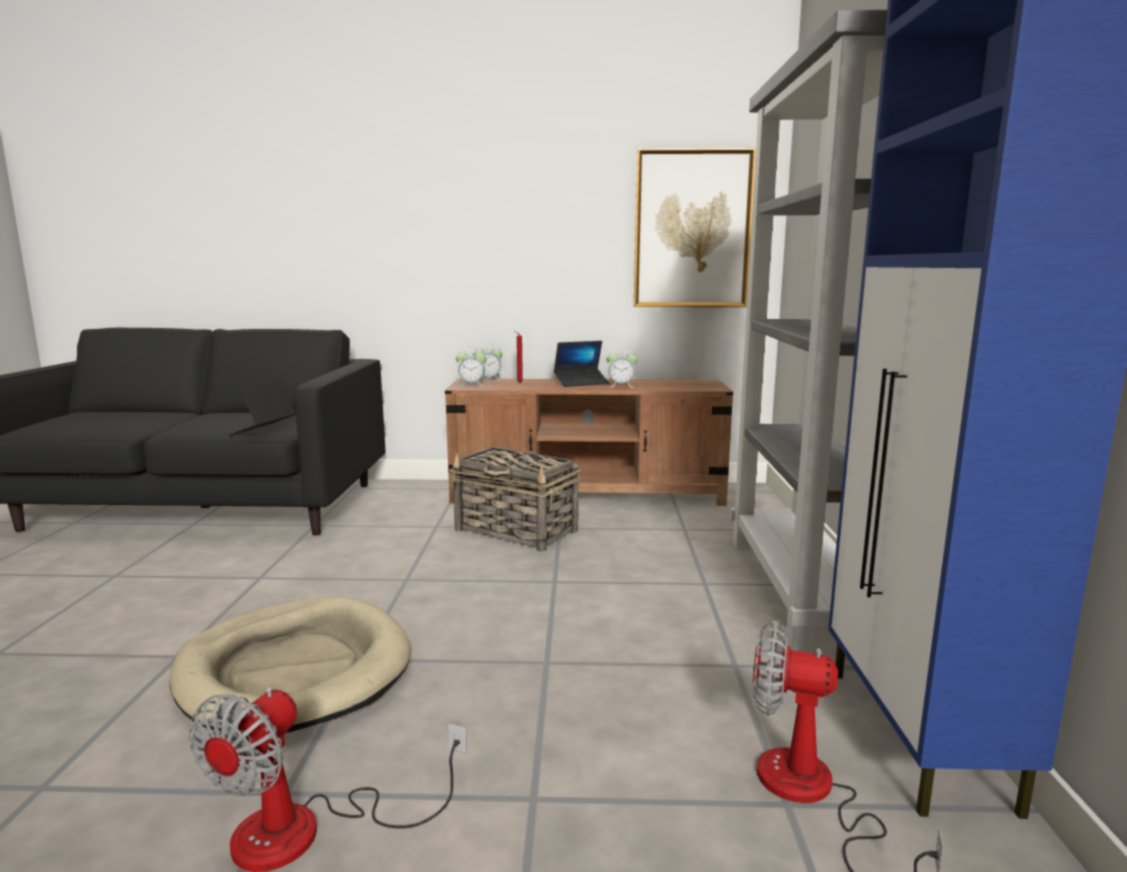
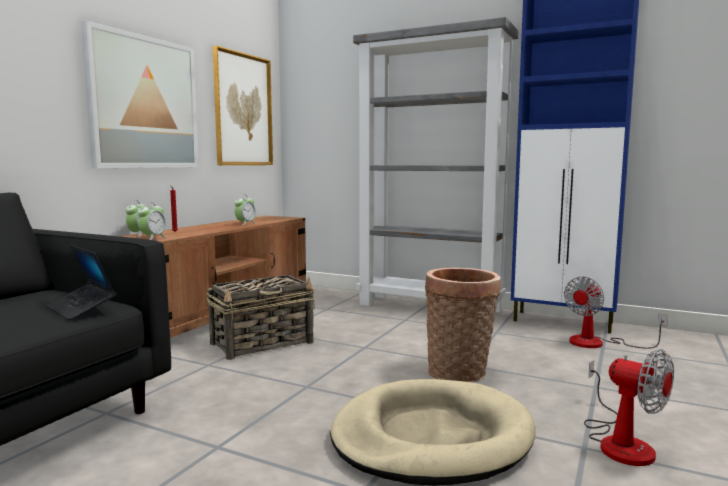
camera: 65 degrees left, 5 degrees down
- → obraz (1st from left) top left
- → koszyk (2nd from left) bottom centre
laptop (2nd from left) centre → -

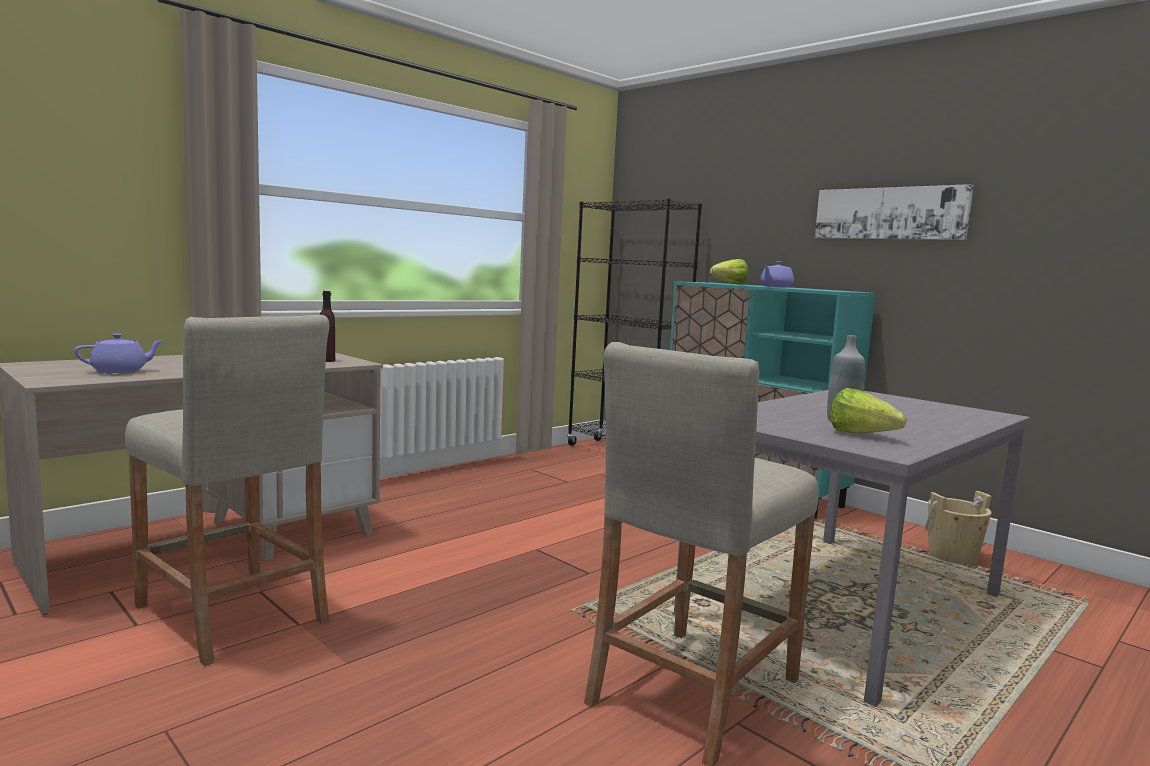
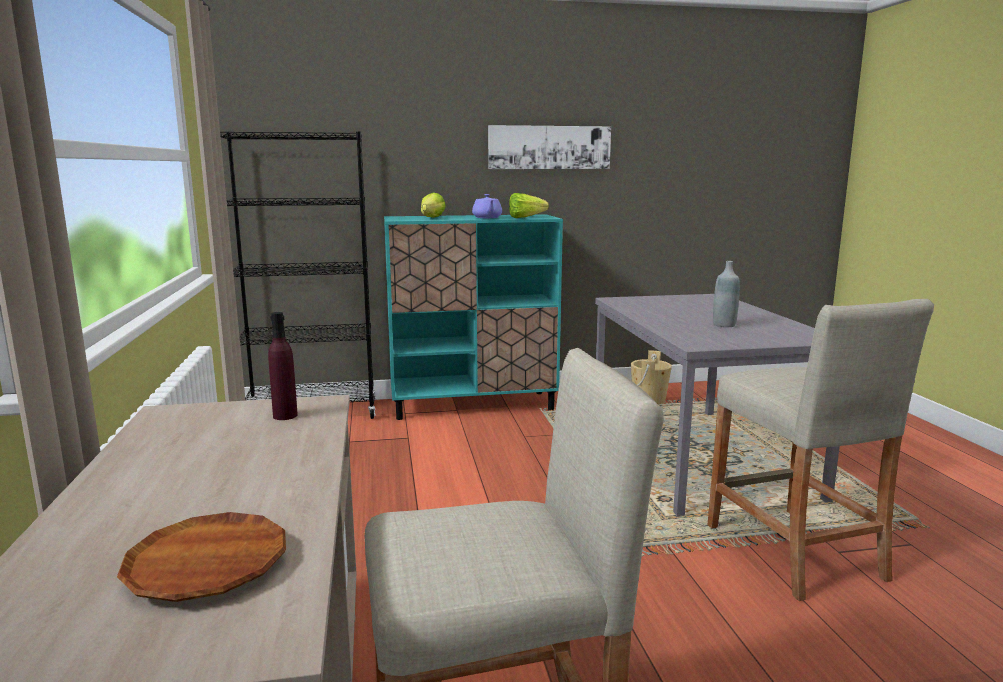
camera: 55 degrees left, 5 degrees up
imbryk [fioletowy] (1st from left) middle left → talerz [brązowy] bottom left
sałata (2nd from left) middle right → sałata (2nd from left) top centre, moved

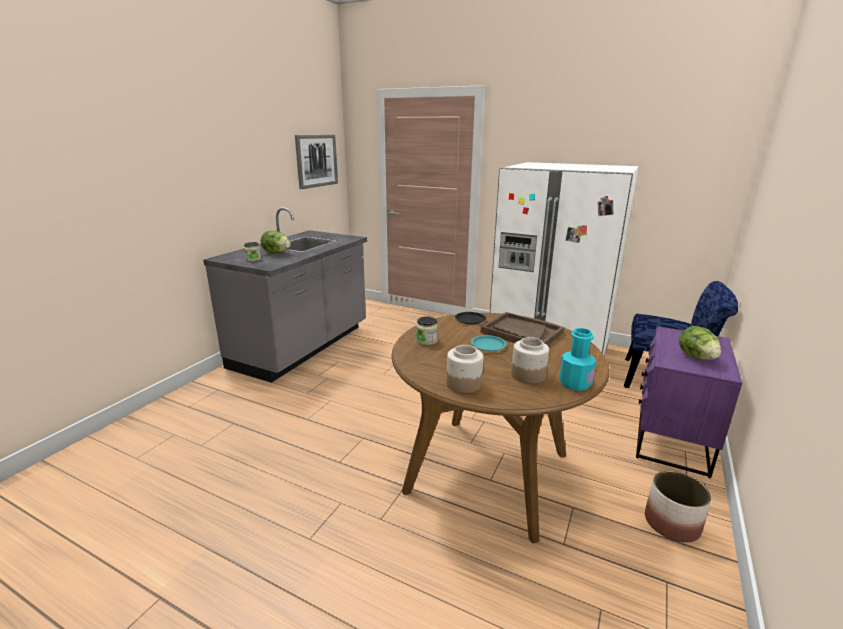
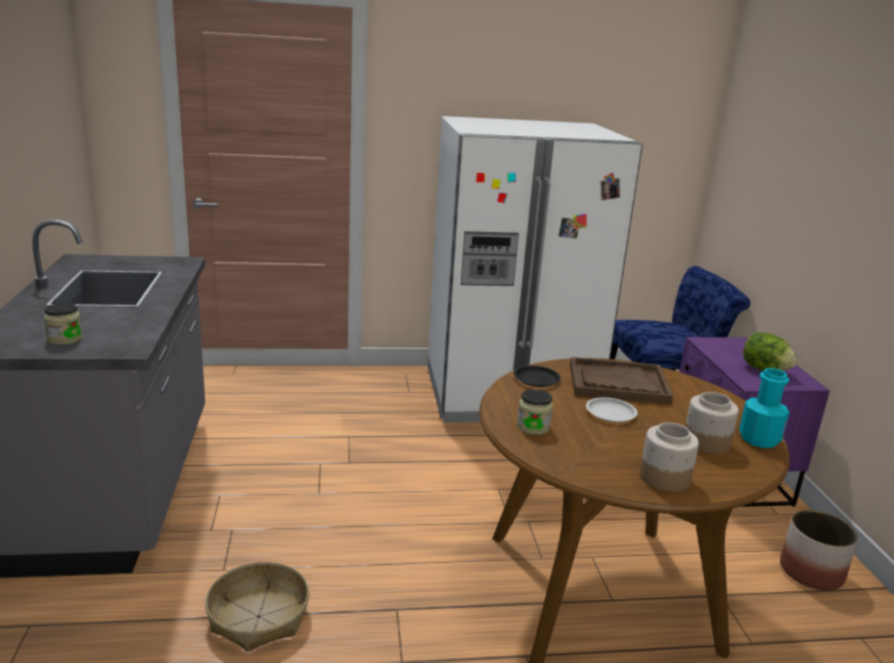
camera: 35 degrees left, 0 degrees up
- → koszyk bottom left
talerz [turkusowy] centre → talerz [biały] middle right
sałata (1st from left) middle left → -
obraz top centre → -

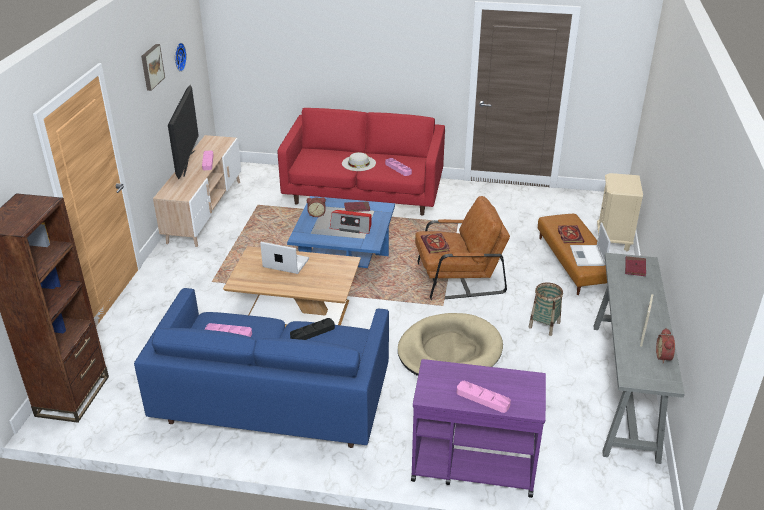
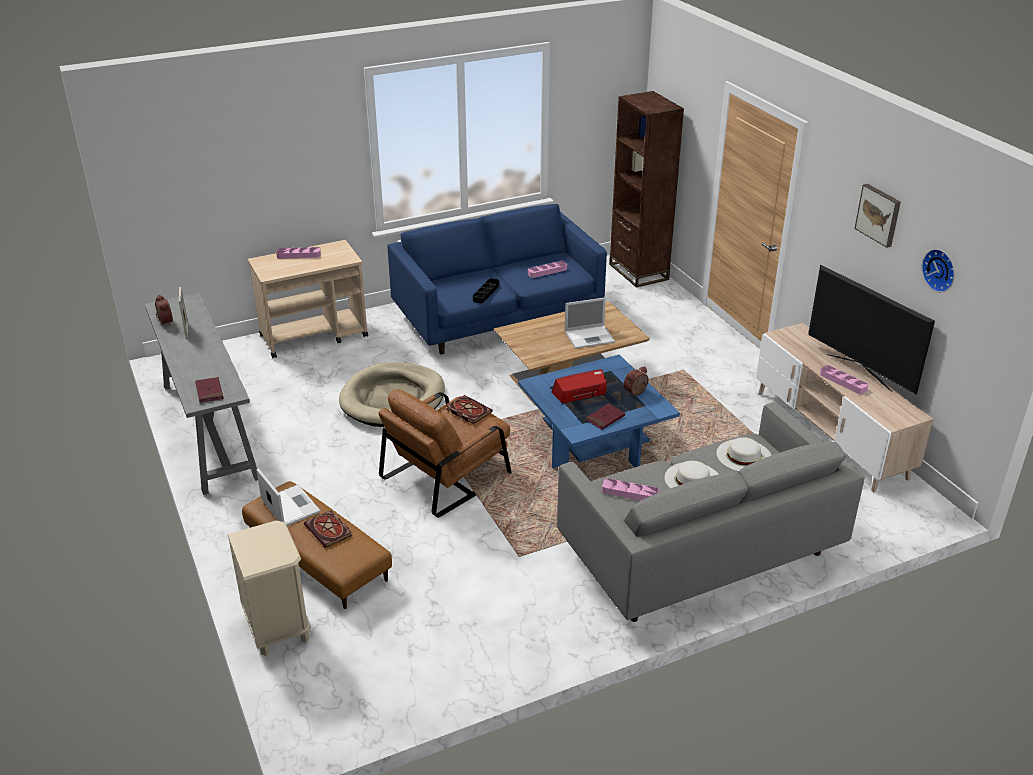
camera: 145 degrees right, 0 degrees up
wózek [fioletowy] bottom centre → wózek [beżowy] middle left
kanapa [czerwony] top centre → kanapa [szary] middle right
- → kapelusz [biały] (2nd from left) middle right
koszyk middle right → -

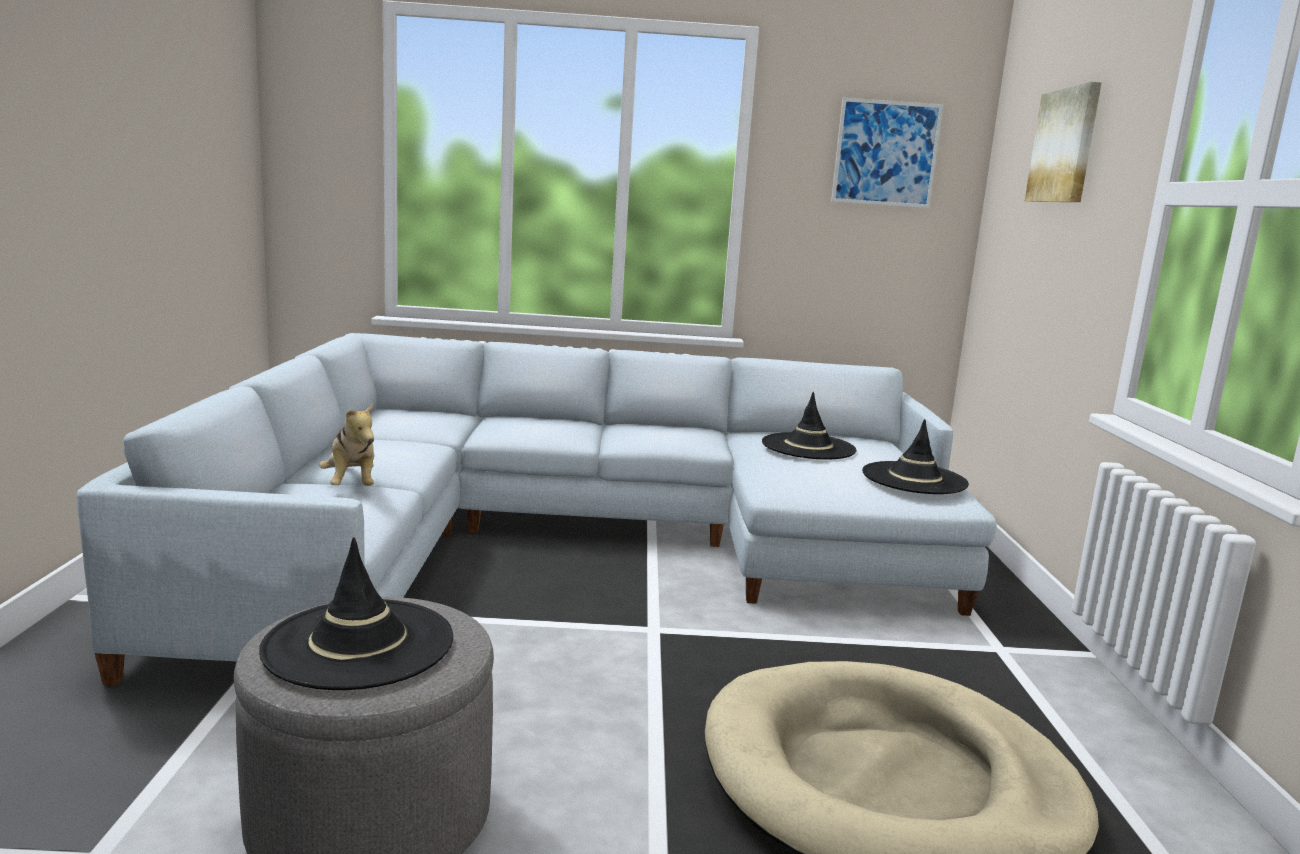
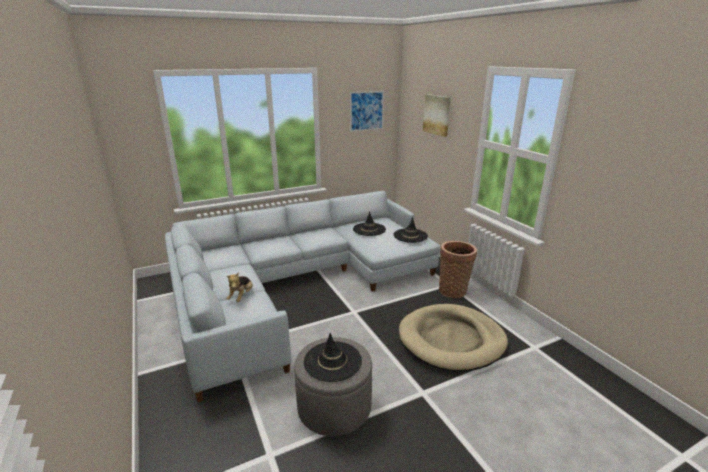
camera: 25 degrees left, 10 degrees up
pluszak middle left → pluszak centre, 60 degrees clockwise
- → koszyk centre

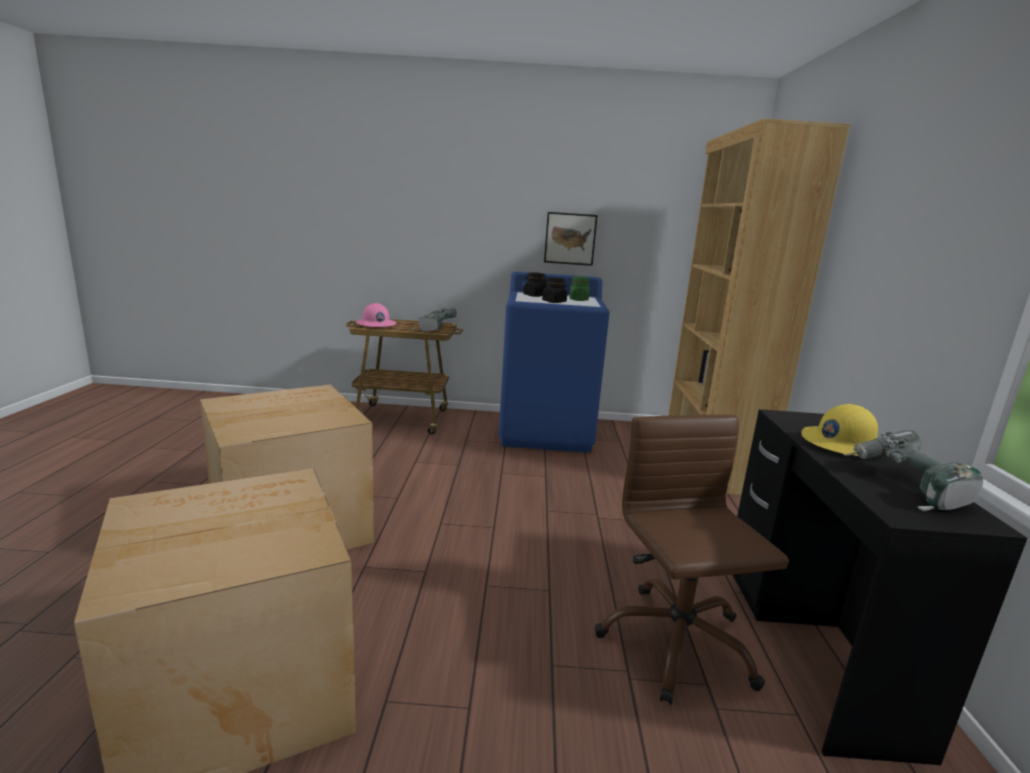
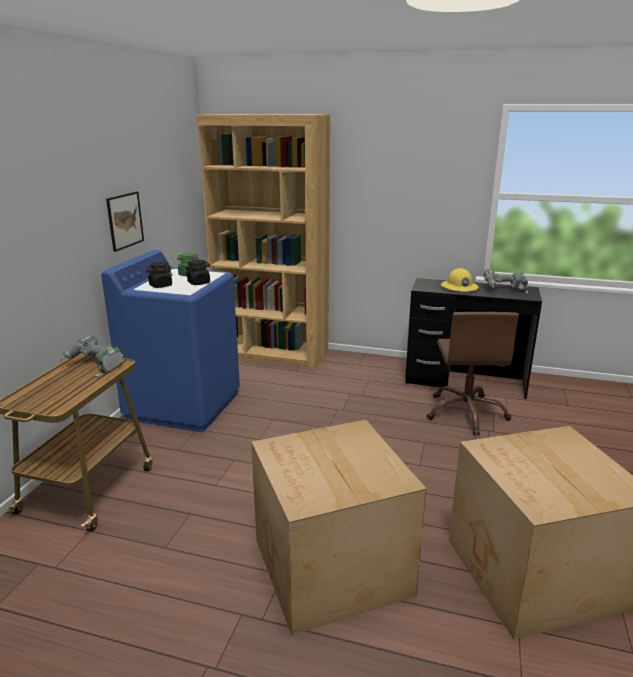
camera: 75 degrees left, 5 degrees up
krzesło biurowe [brązowy] bottom right → krzesło biurowe [brązowy] middle right, 90 degrees counterclockwise
kask [różowy] centre → -

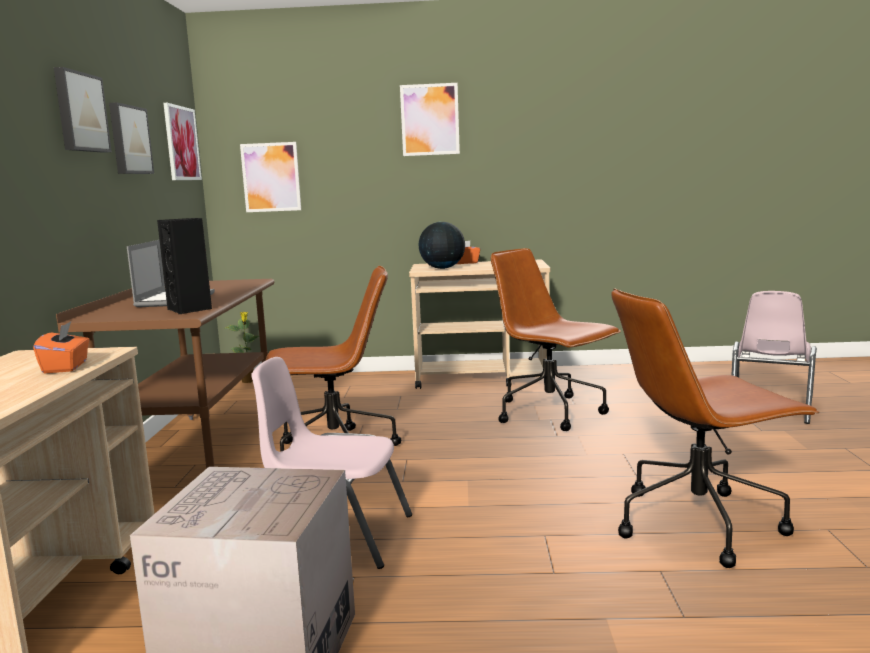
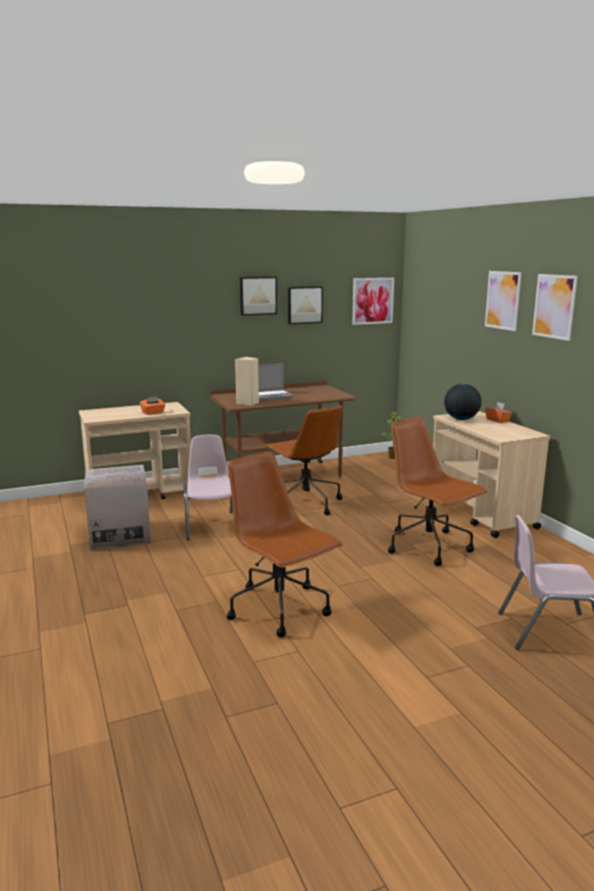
camera: 65 degrees right, 5 degrees up
głośnik [czarny] middle left → głośnik [beżowy] centre
krzesło biurowe [brązowy] (2nd from left in the first image) centre → krzesło biurowe [brązowy] (3rd from left) middle right, 60 degrees counterclockwise
obraz (4th from left in the first image) top left → obraz (5th from left) middle right, moved

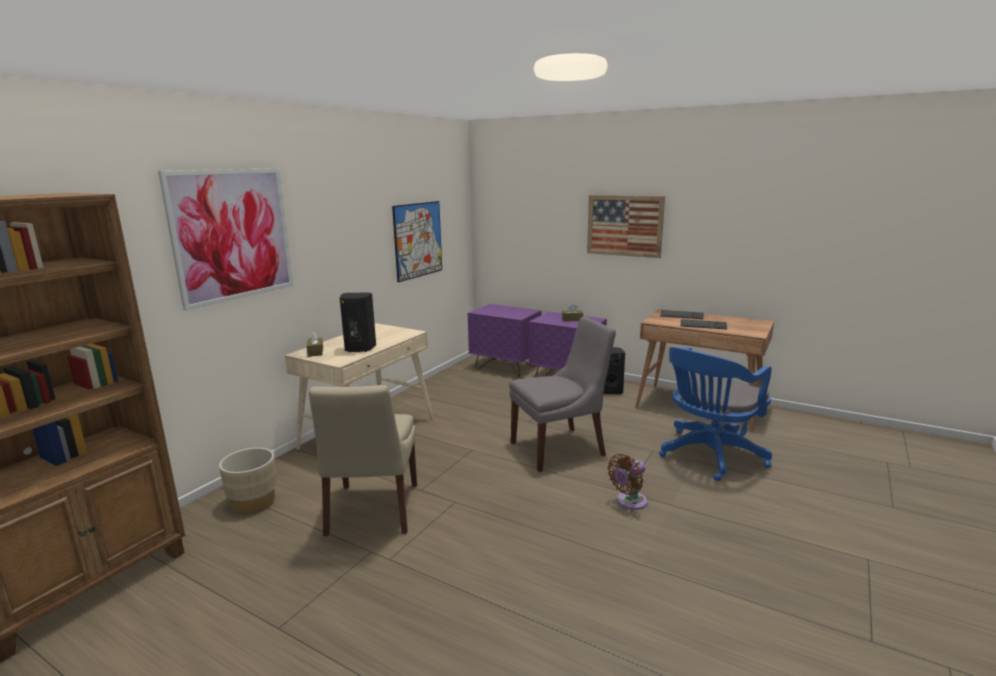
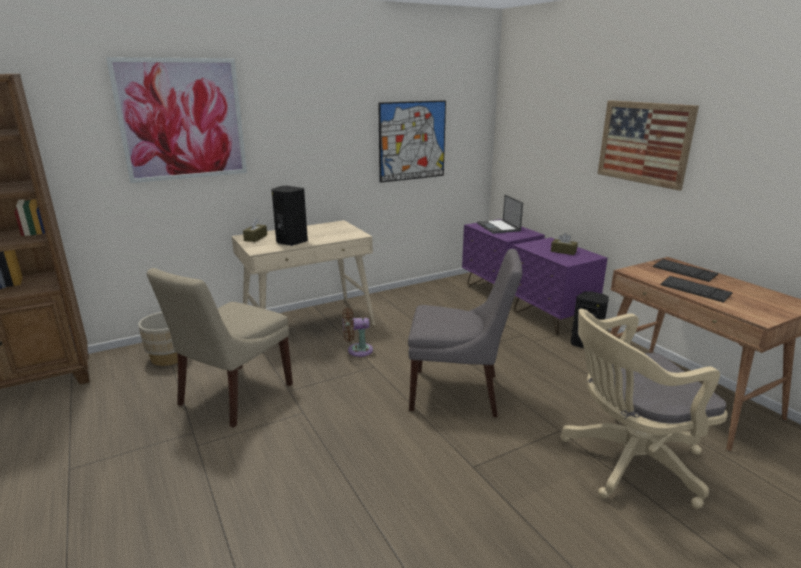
camera: 30 degrees right, 5 degrees up
wentylator [brązowy] bottom centre → wentylator [brązowy] centre, moved
- → laptop centre
krzesło biurowe [niebieski] middle right → krzesło biurowe [beżowy] bottom right

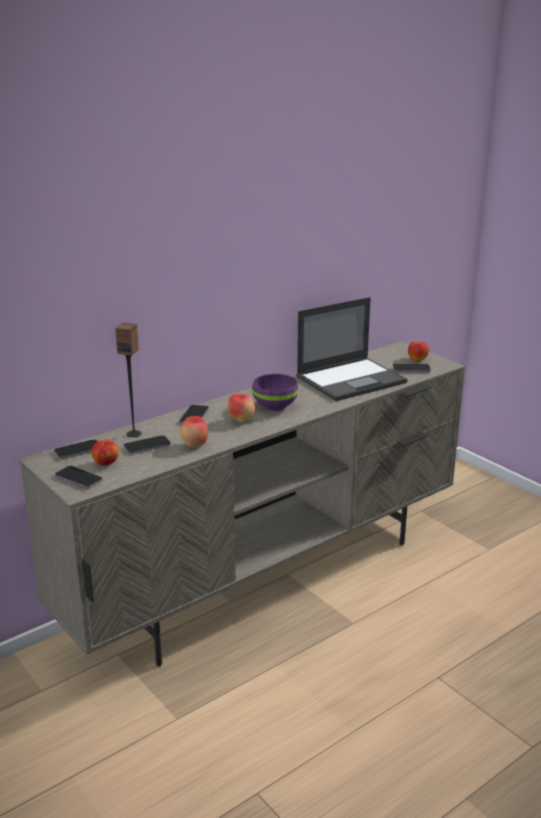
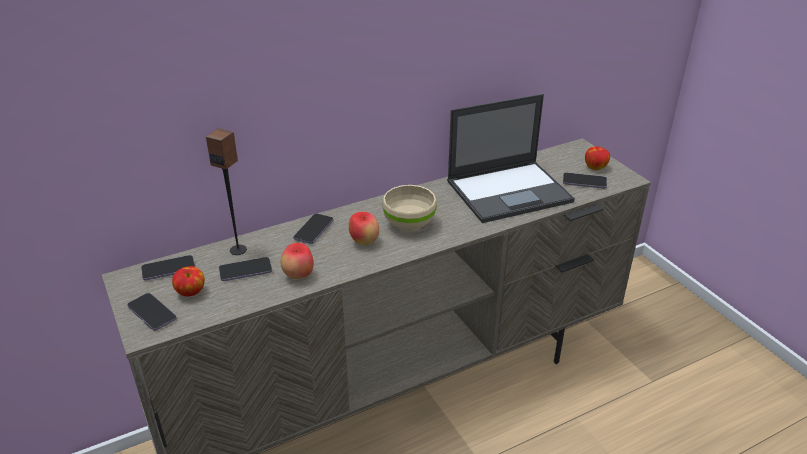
camera: 10 degrees right, 10 degrees up
miska [fioletowy] centre → miska [beżowy] centre

